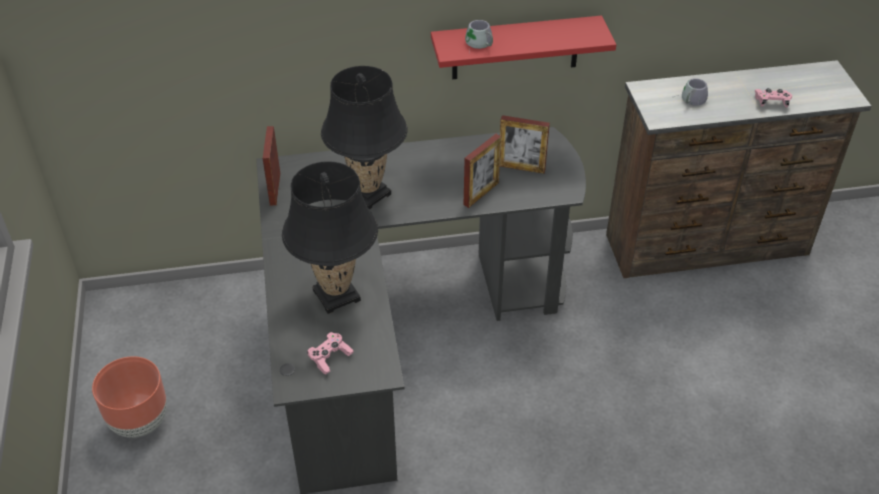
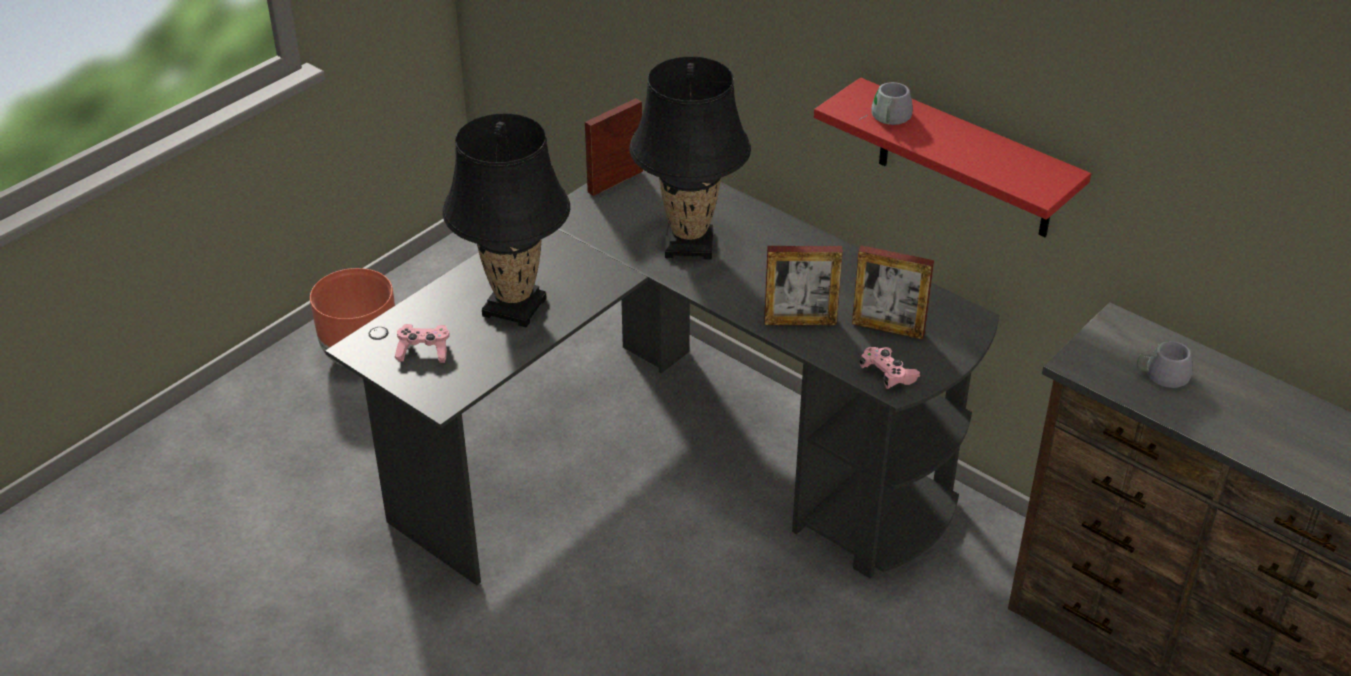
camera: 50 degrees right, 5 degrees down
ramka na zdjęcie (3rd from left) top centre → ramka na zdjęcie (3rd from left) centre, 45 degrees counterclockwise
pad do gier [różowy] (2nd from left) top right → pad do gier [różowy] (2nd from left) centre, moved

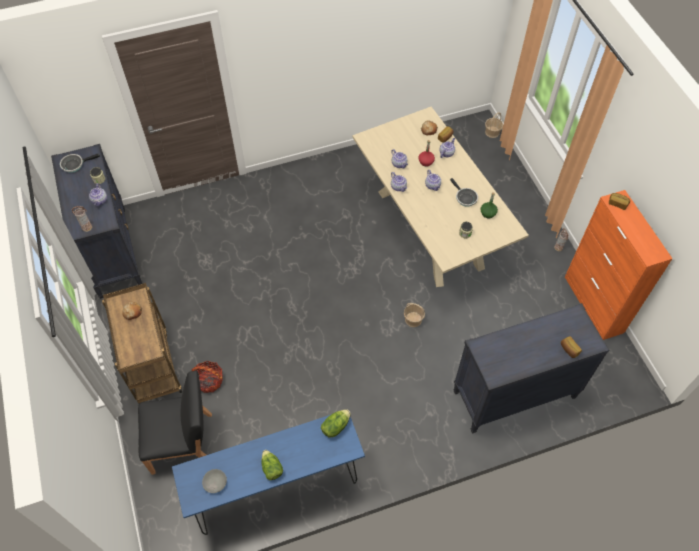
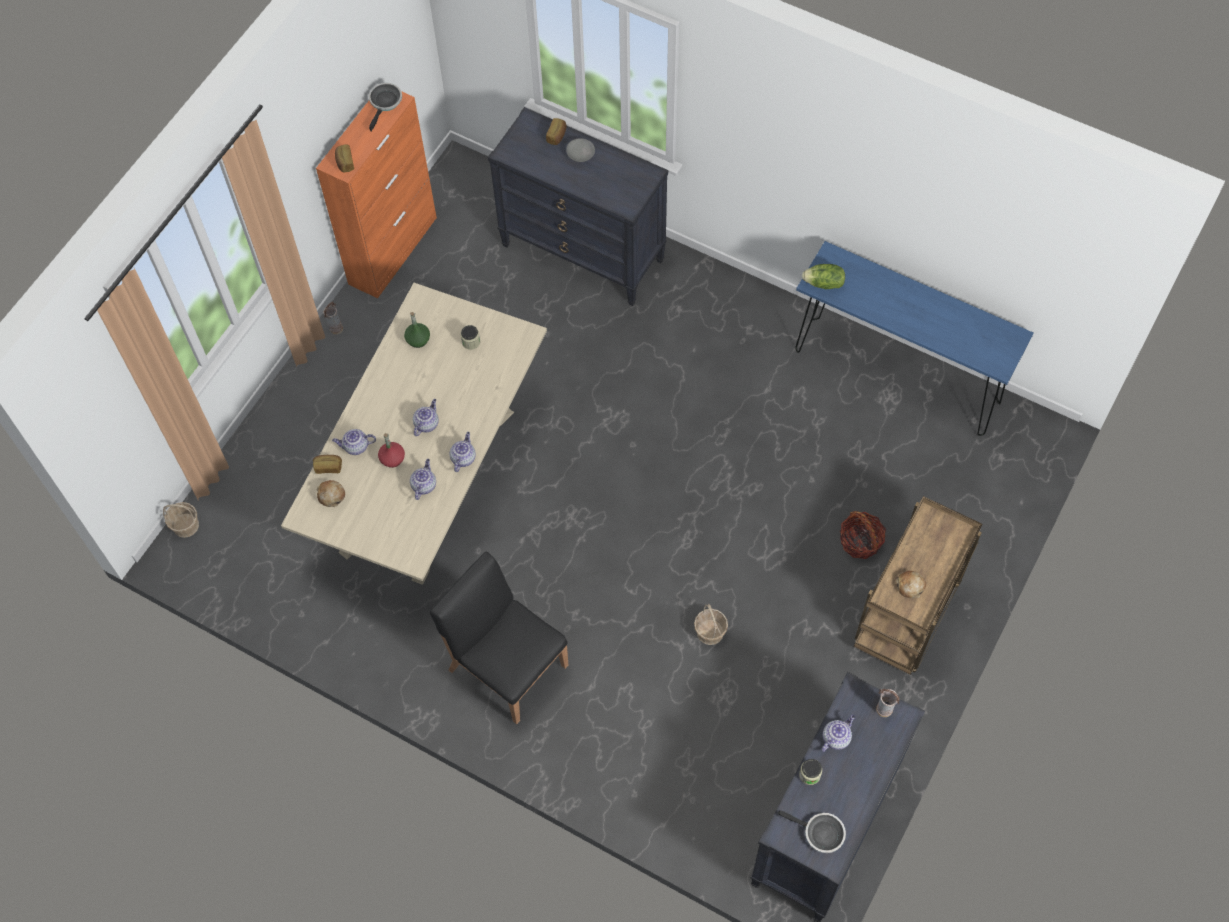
camera: 130 degrees left, 5 degrees up
patelnia (2nd from left in the first image) centre → patelnia (1st from left) top left, moved
krzesło [czarny] bottom left → krzesło [czarny] bottom centre, moved
miska [szary] bottom left → miska [szary] top centre, moved
koszyk (2nd from left) centre → koszyk (2nd from left) bottom centre, moved
sałata (1st from left) bottom centre → -

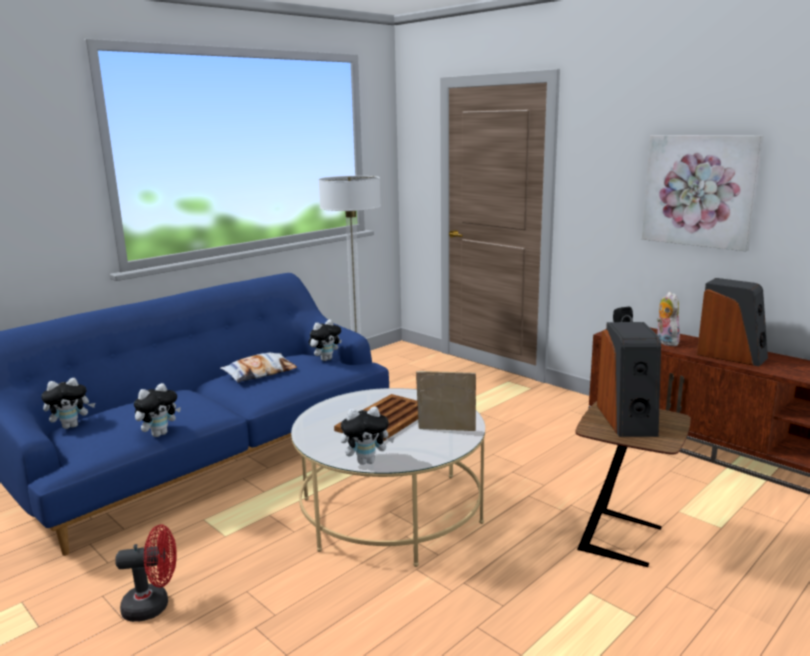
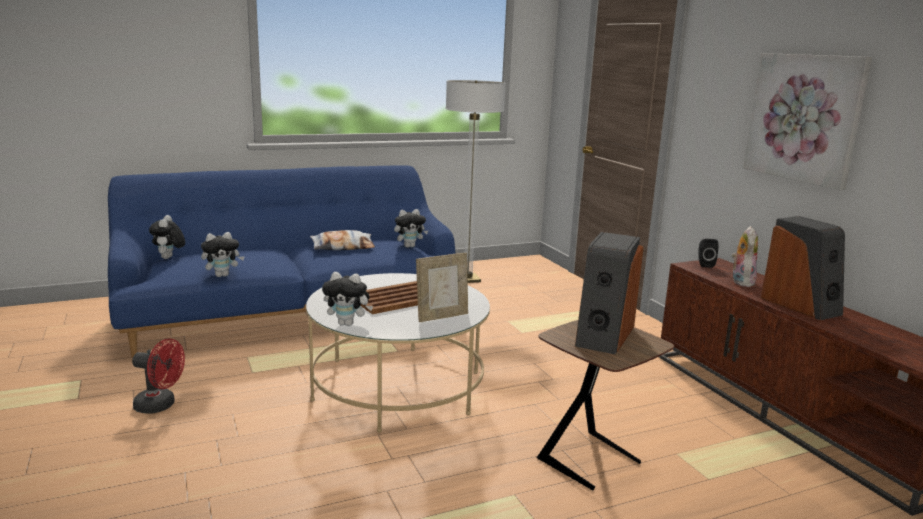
camera: 20 degrees right, 0 degrees up
pluszak (1st from left) middle left, 90 degrees clockwise
ramka na zdjęcie centre, 120 degrees clockwise

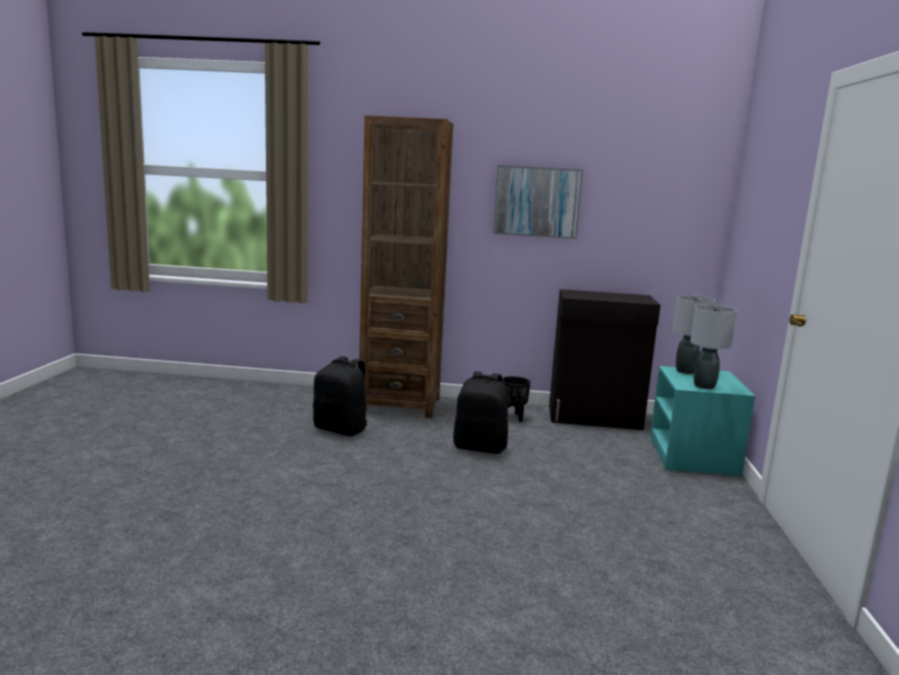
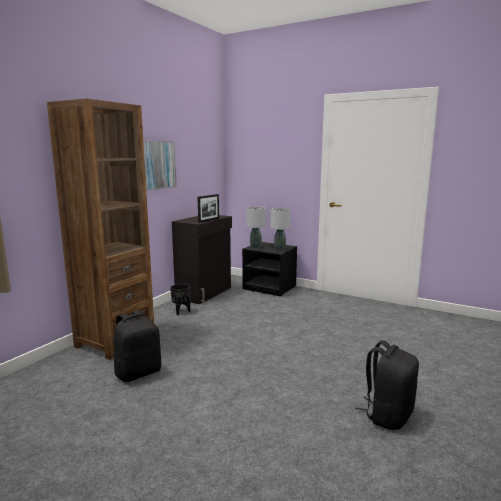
camera: 65 degrees left, 0 degrees up
- → ramka na zdjęcie centre
szafka nocna [turkusowy] middle right → szafka nocna [czarny] centre
plecak [czarny] (2nd from left) centre → plecak [czarny] (2nd from left) bottom right, moved

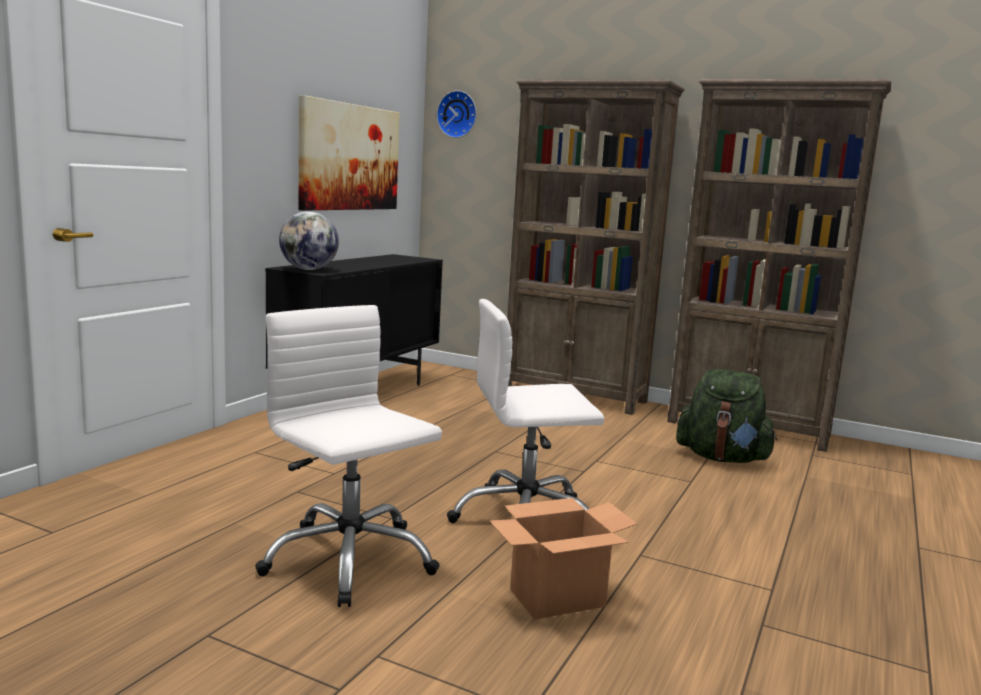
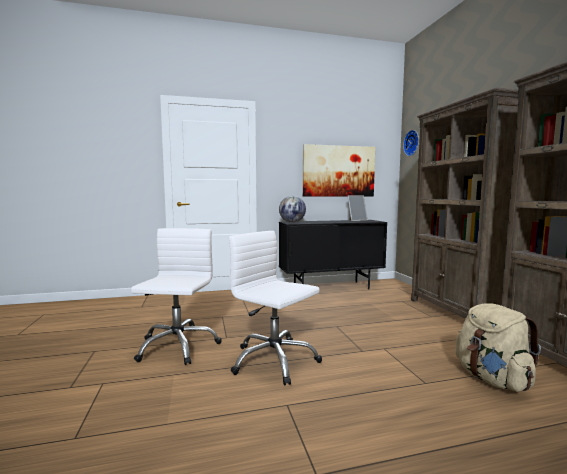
camera: 50 degrees right, 5 degrees down
- → ramka na zdjęcie centre
plecak [zielony] middle right → plecak [beżowy] bottom right
karton bottom centre → -

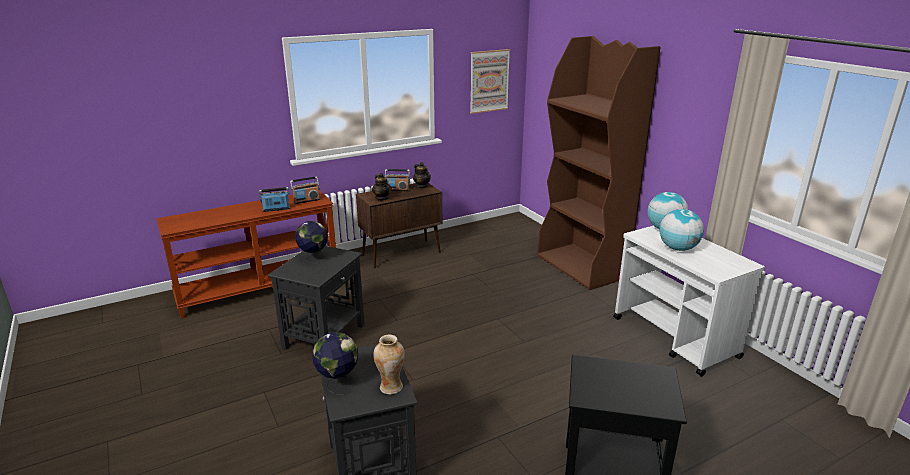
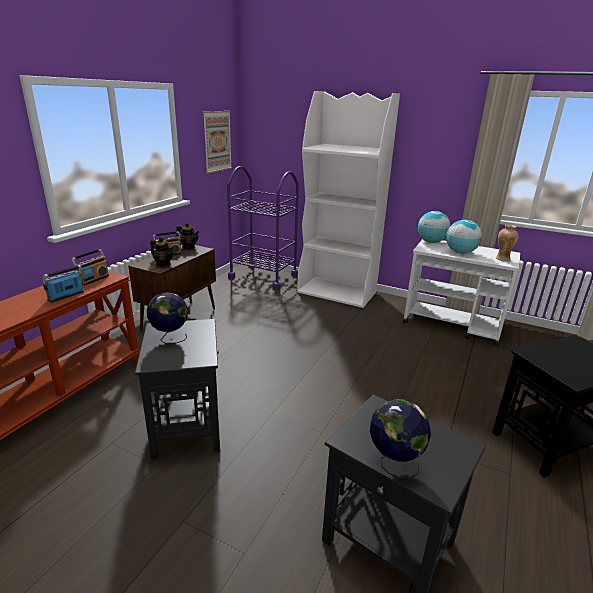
camera: 35 degrees left, 0 degrees up
- → wózek [fioletowy] centre
regał [brązowy] centre → regał [biały] centre
wazon bottom centre → wazon middle right, moved

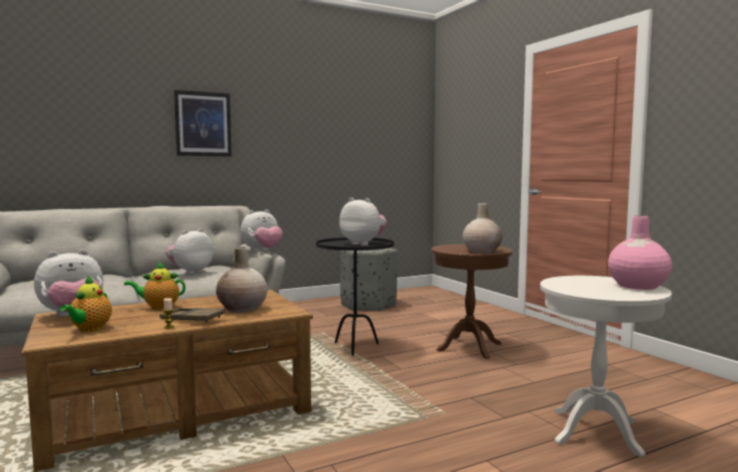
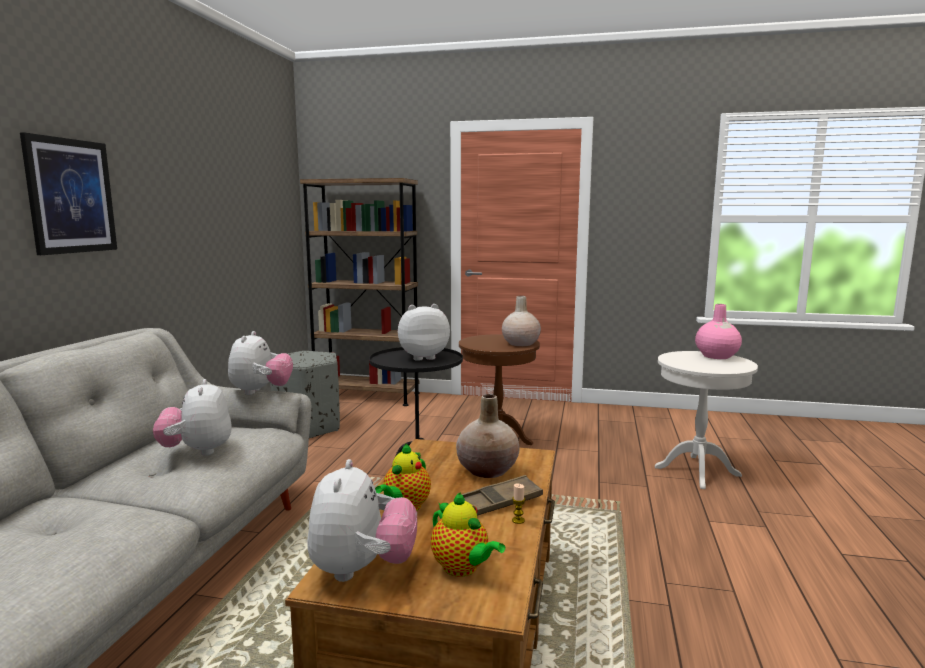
camera: 50 degrees left, 5 degrees up
- → regał [brązowy] centre

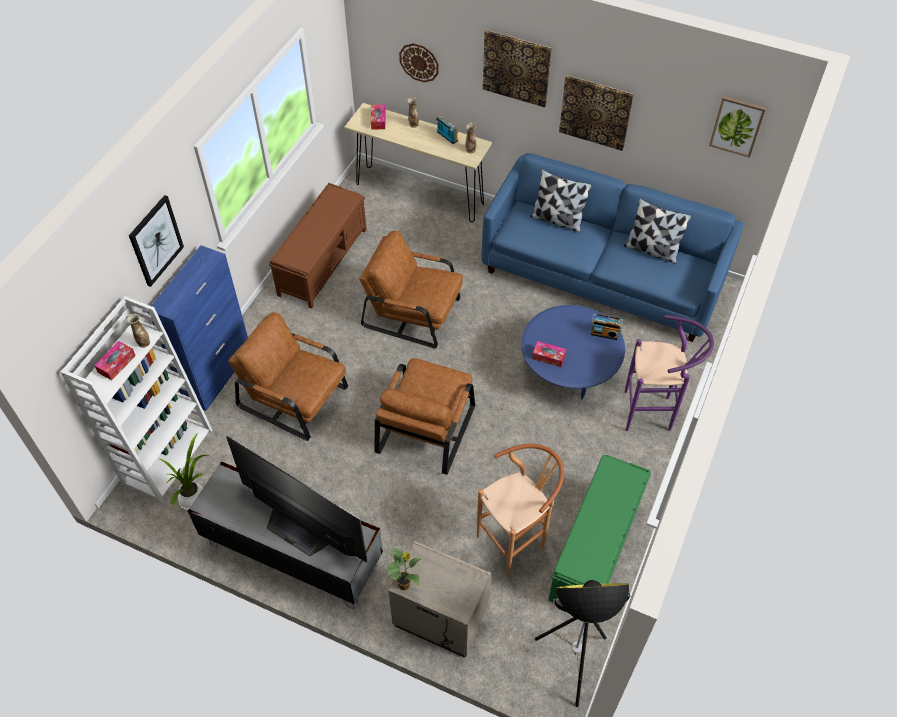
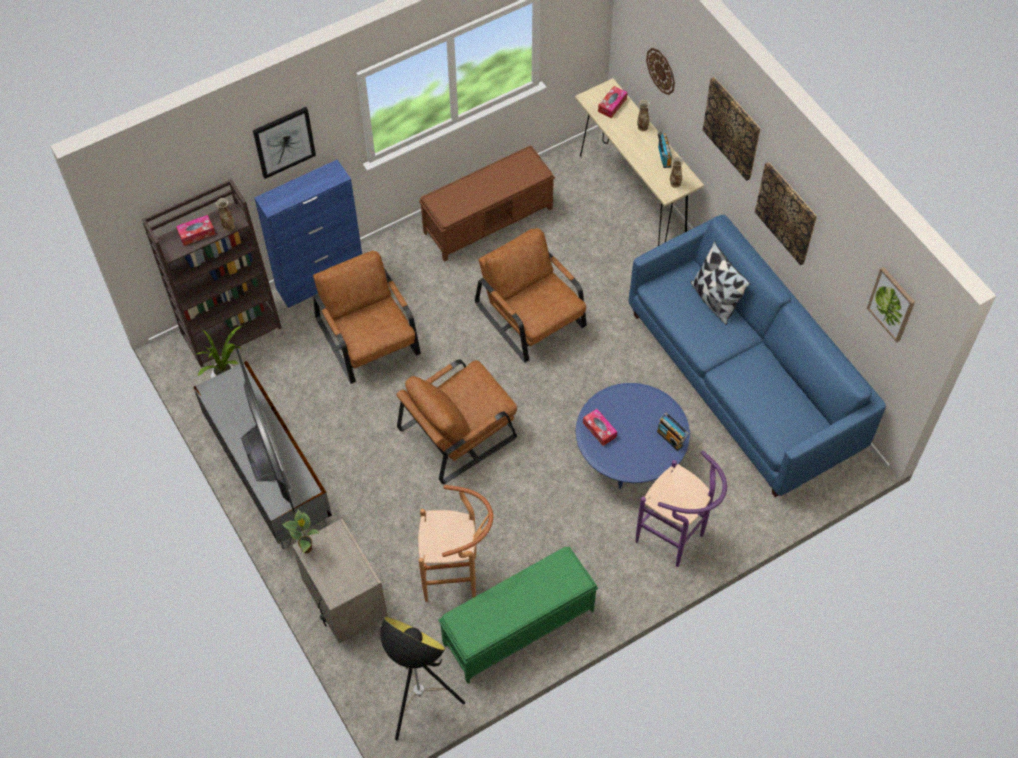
camera: 35 degrees right, 5 degrees up
regał [biały] middle left → regał [brązowy] middle left
poduszka (2nd from left) top right → -

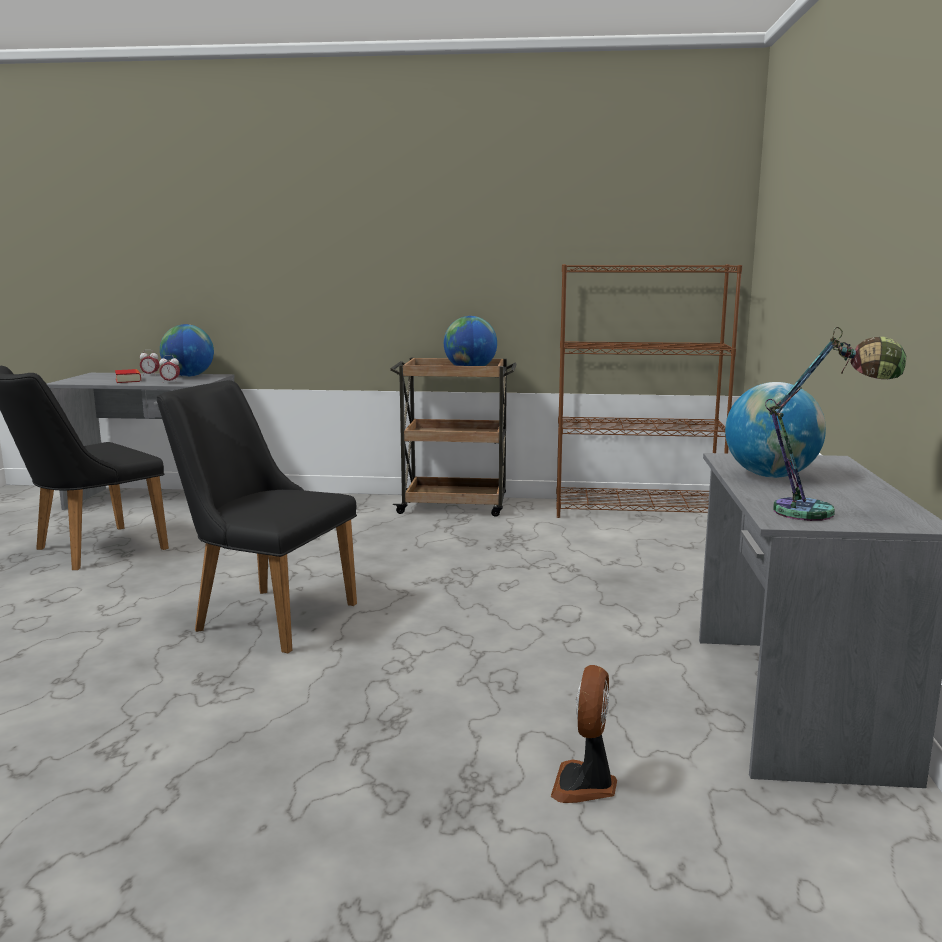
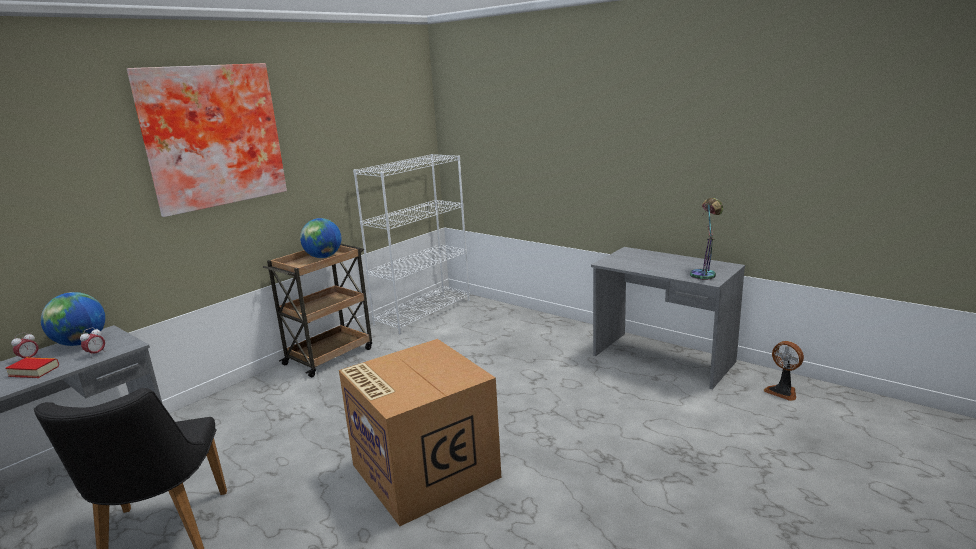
camera: 55 degrees left, 5 degrees up
- → obraz top left
krzesło [czarny] (2nd from left) middle left → karton bottom centre
regał [brązowy] middle right → regał [biały] centre
wentylator bottom centre → wentylator bottom right, moved
globus (3rd from left) middle right → -

